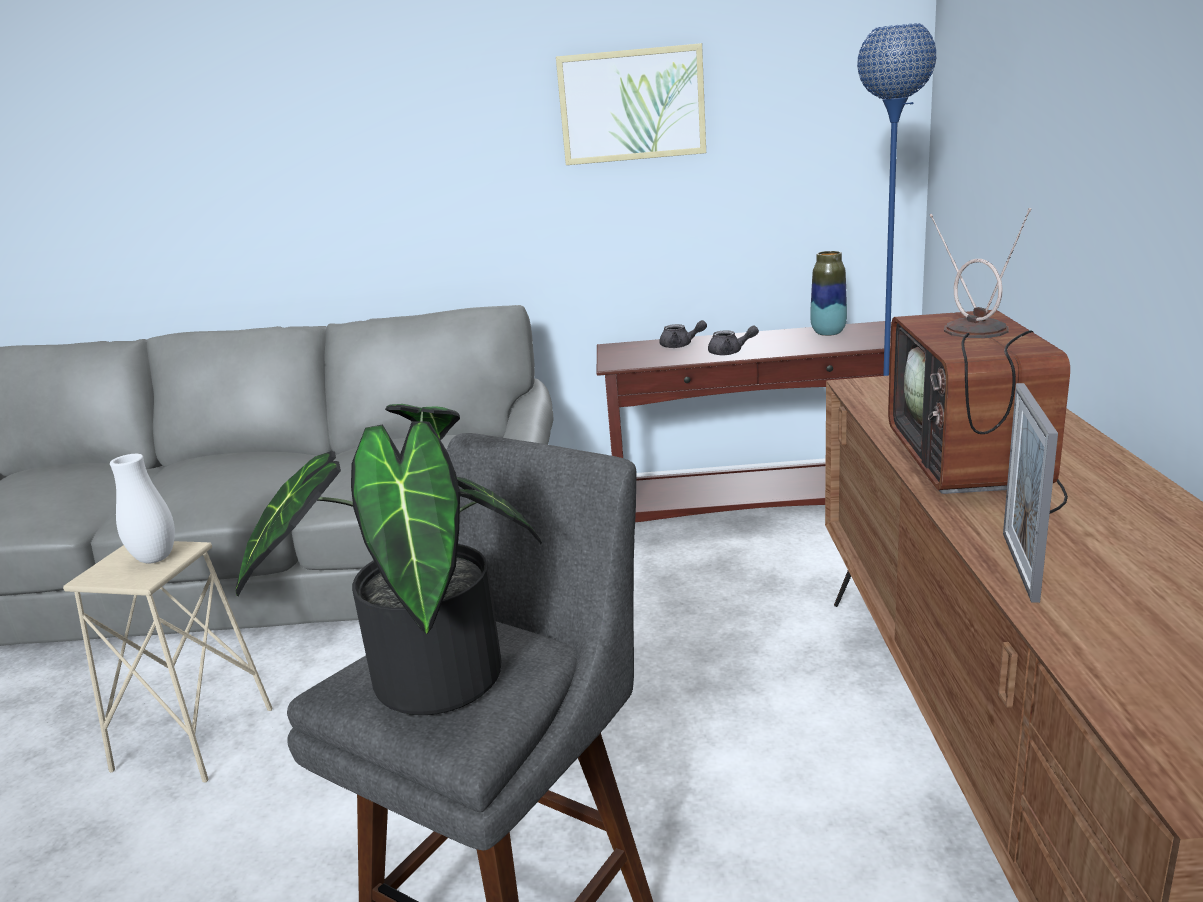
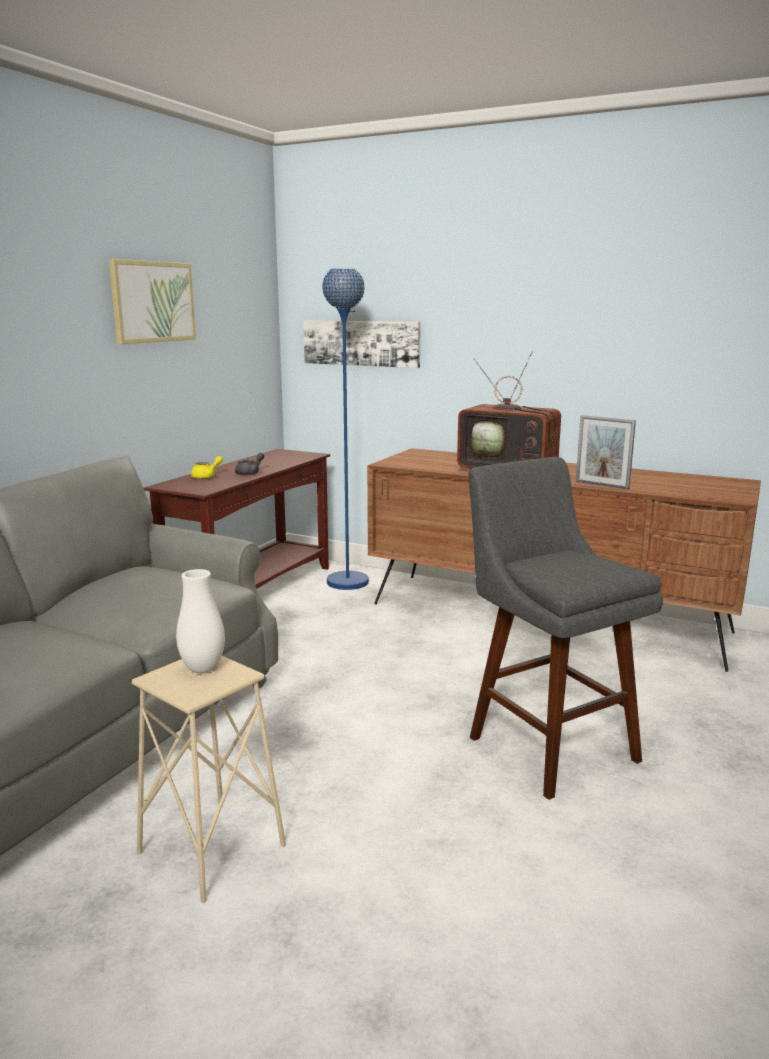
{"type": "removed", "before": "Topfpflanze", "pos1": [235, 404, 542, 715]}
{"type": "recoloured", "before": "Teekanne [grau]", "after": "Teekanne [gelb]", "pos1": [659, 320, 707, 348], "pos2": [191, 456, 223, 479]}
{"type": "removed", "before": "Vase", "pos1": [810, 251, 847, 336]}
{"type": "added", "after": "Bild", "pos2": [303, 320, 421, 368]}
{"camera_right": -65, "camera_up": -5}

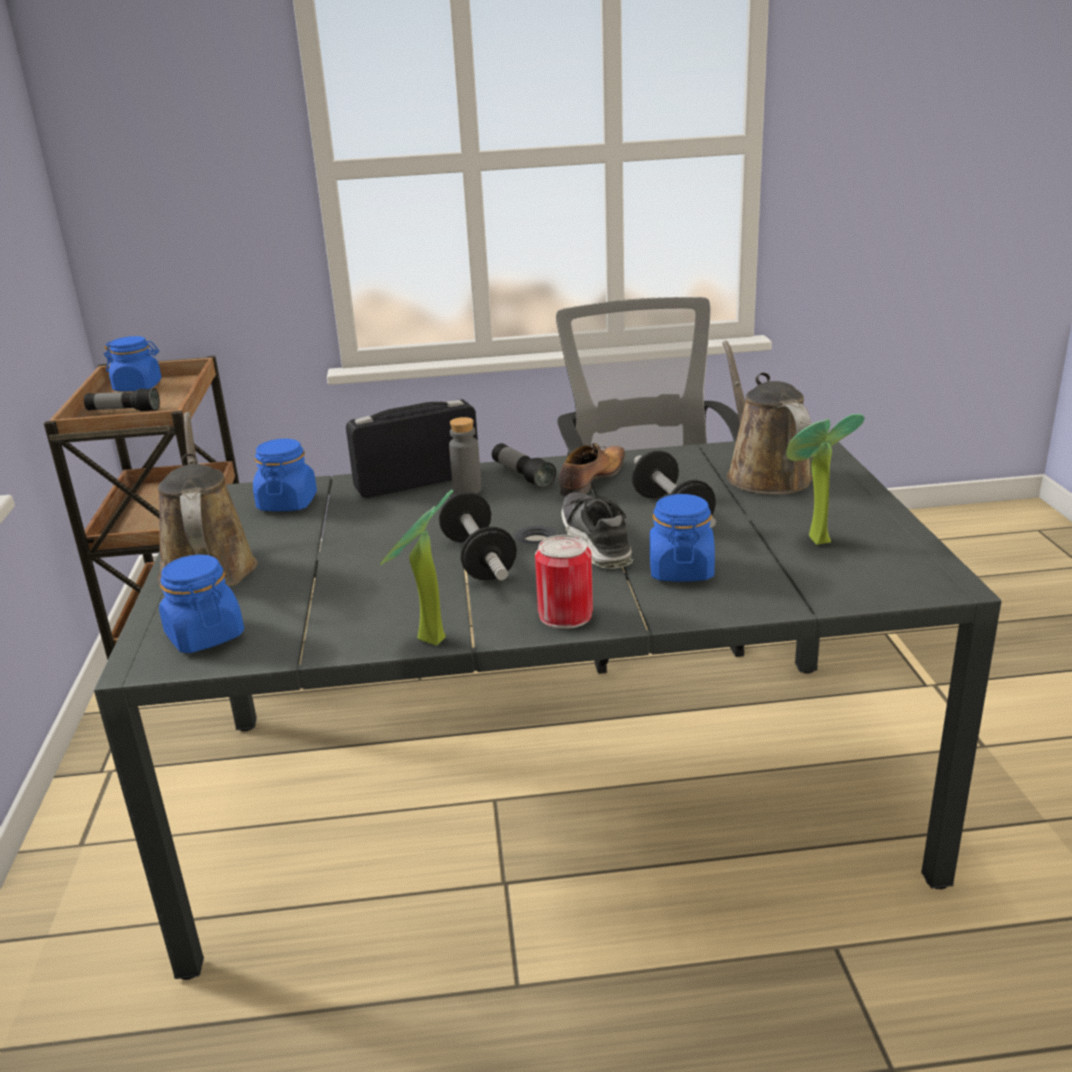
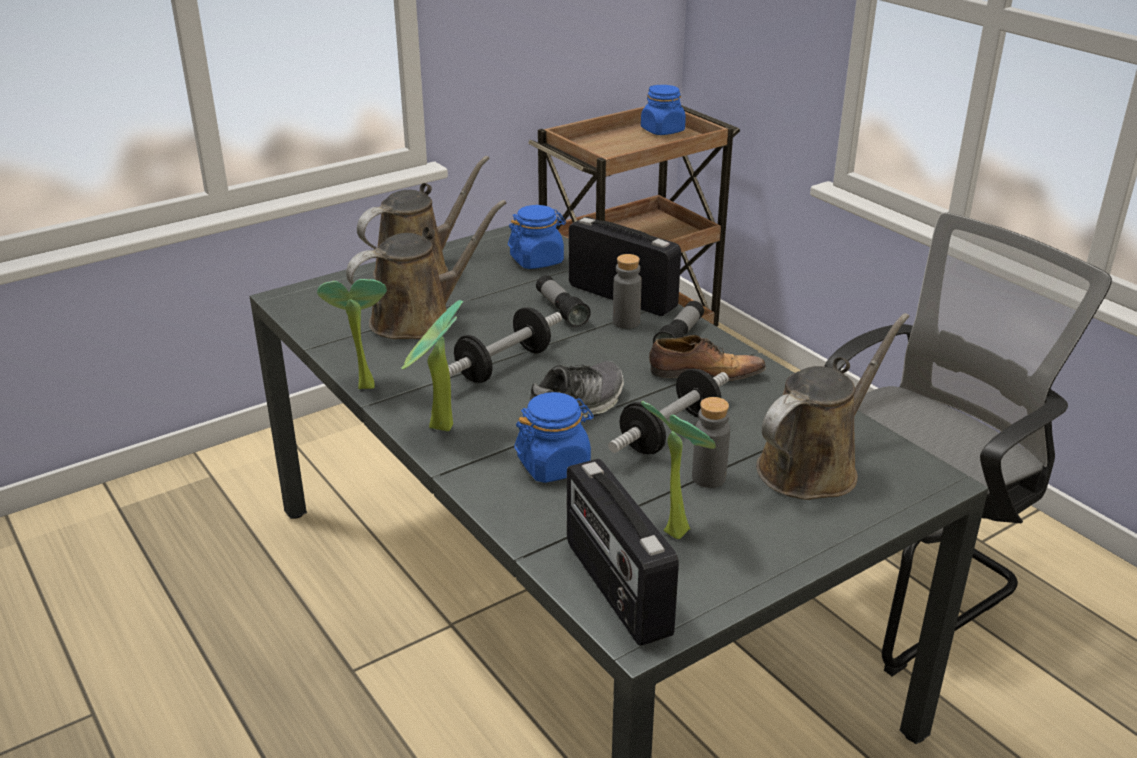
{"type": "moved", "before": "Taschenlampe", "pos1": [84, 388, 160, 411], "pos2": [536, 275, 591, 327]}
{"type": "removed", "before": "Vorratsglas [blau]", "pos1": [159, 555, 244, 653]}
{"type": "replaced", "before": "Dose", "after": "Topfpflanze", "pos1": [535, 535, 593, 629], "pos2": [401, 300, 463, 431]}
{"type": "added", "after": "Gießkanne [braun]", "pos2": [346, 200, 506, 339]}
{"type": "added", "after": "Radio", "pos2": [567, 459, 679, 646]}
{"type": "added", "after": "Flasche [grau]", "pos2": [692, 397, 730, 488]}
{"camera_right": 60, "camera_up": 5}

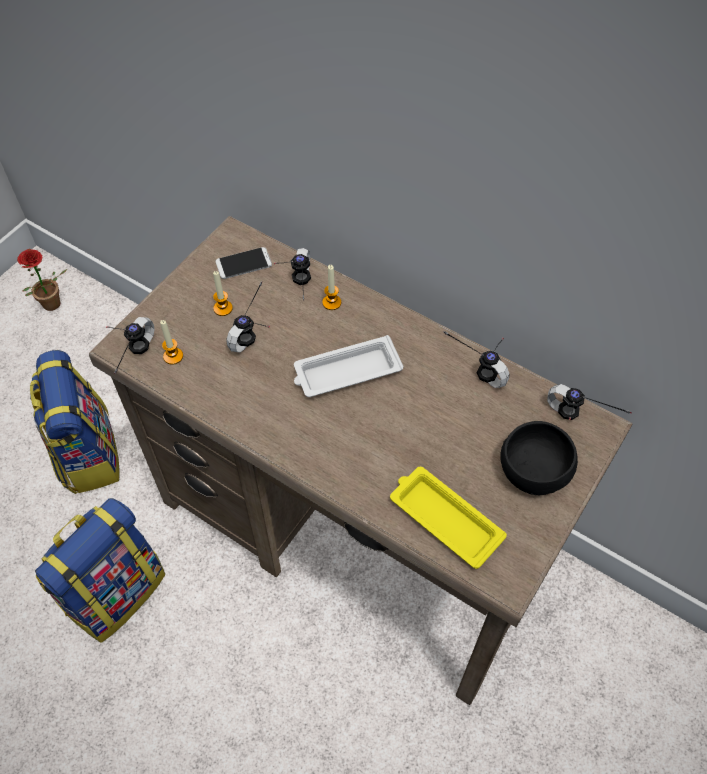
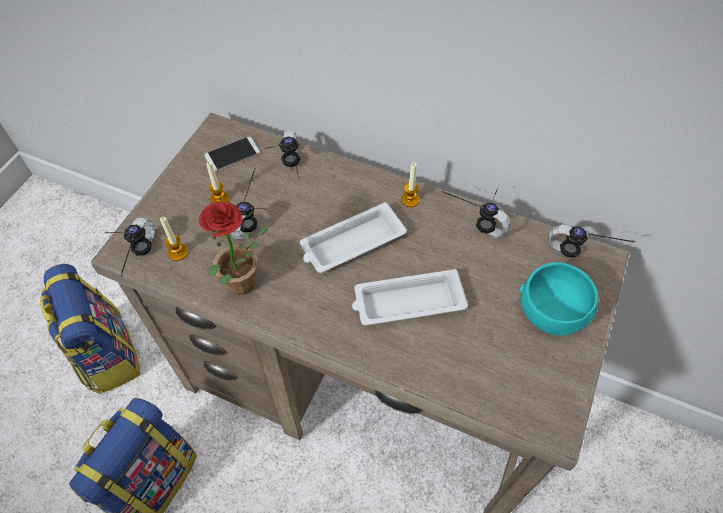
{"type": "moved", "before": "Topfpflanze", "pos1": [17, 249, 68, 311], "pos2": [199, 201, 270, 295]}
{"type": "moved", "before": "Kerze", "pos1": [322, 265, 341, 310], "pos2": [401, 162, 420, 207]}
{"type": "removed", "before": "Tablett [gelb]", "pos1": [390, 467, 507, 569]}
{"type": "recoloured", "before": "Schüssel [schwarz]", "after": "Schüssel [türkis]", "pos1": [500, 421, 578, 495], "pos2": [520, 262, 598, 336]}
{"type": "added", "after": "Tablett [weiß]", "pos2": [352, 269, 468, 326]}
{"camera_right": -10, "camera_up": 0}

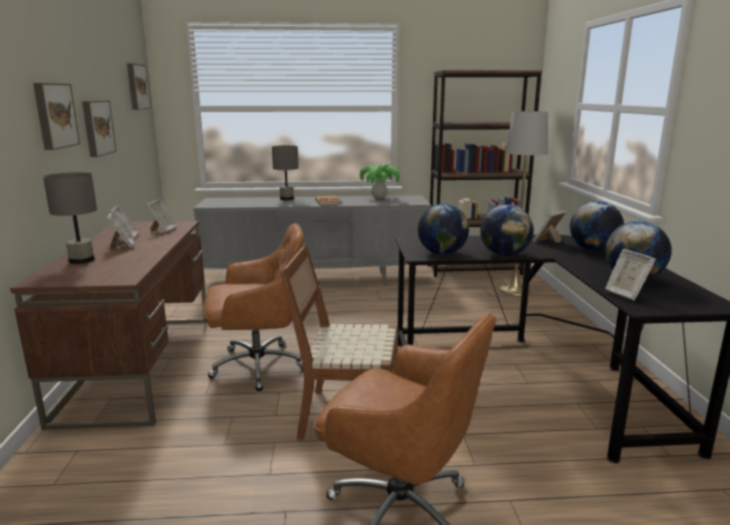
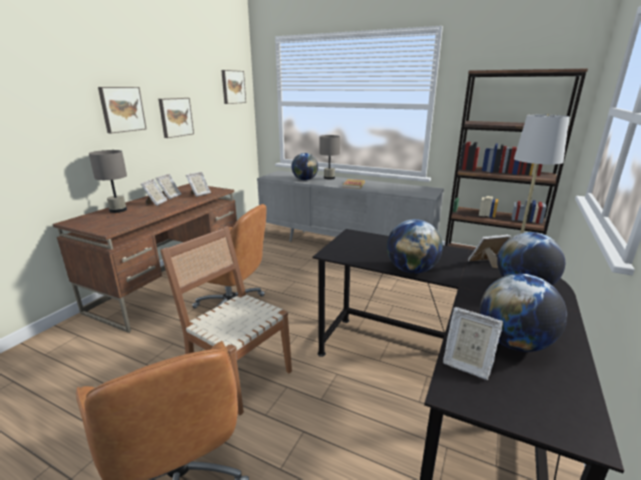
{"type": "removed", "before": "Topfpflanze", "pos1": [360, 164, 400, 199]}
{"type": "moved", "before": "Globus", "pos1": [418, 204, 469, 255], "pos2": [291, 153, 318, 180]}
{"type": "turned", "before": "Bilderrahmen", "pos1": [605, 249, 656, 301], "pos2": [443, 307, 503, 380], "turn": -60}
{"camera_right": 30, "camera_up": 5}

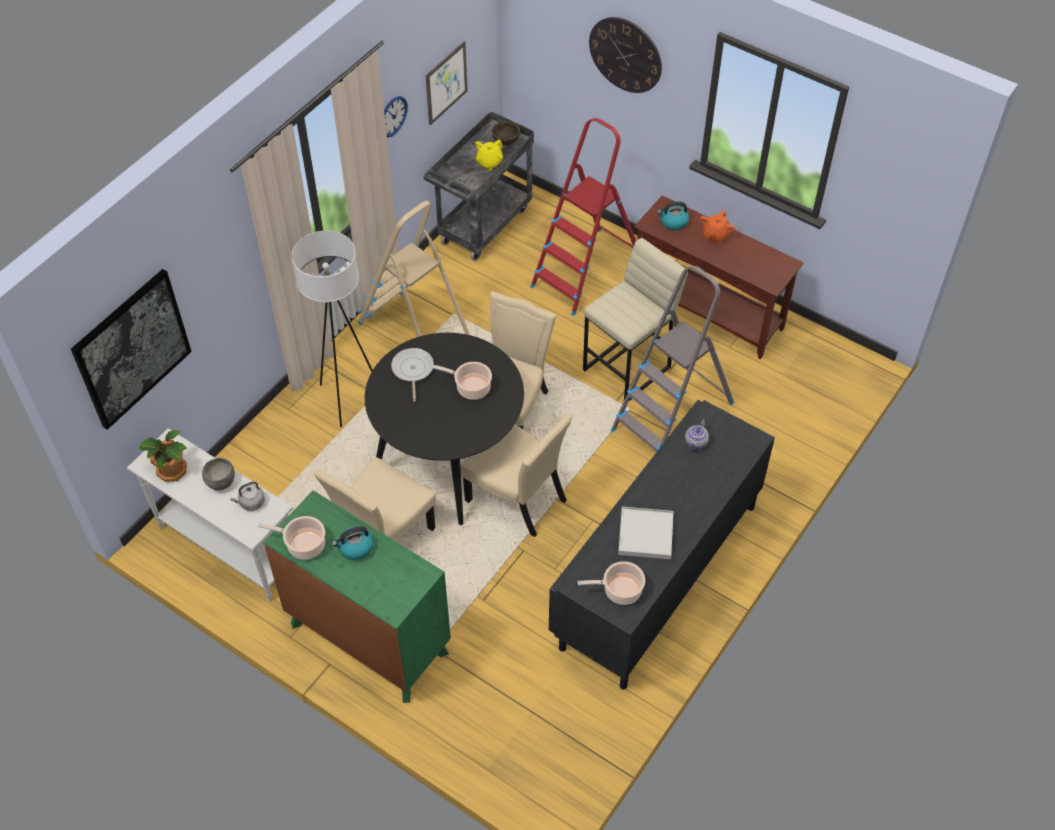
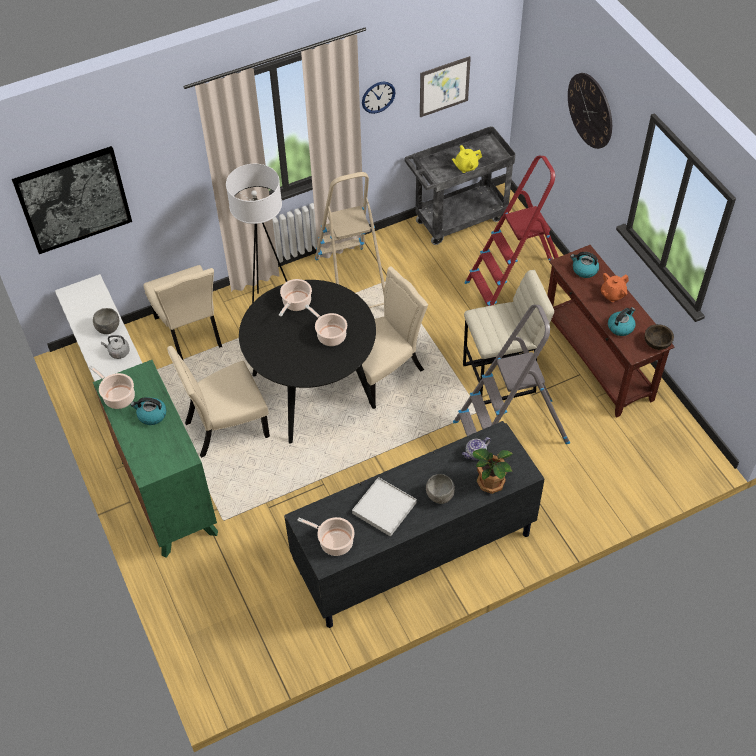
{"type": "moved", "before": "Topfpflanze", "pos1": [139, 430, 187, 482], "pos2": [472, 449, 513, 494]}
{"type": "replaced", "before": "Pfanne", "after": "Kochtopf", "pos1": [391, 348, 434, 402], "pos2": [279, 279, 312, 317]}
{"type": "moved", "before": "Stuhl [beige]", "pos1": [460, 413, 573, 537], "pos2": [143, 265, 222, 360]}
{"type": "moved", "before": "Schüssel [braun]", "pos1": [492, 121, 520, 145], "pos2": [645, 324, 674, 350]}
{"type": "added", "after": "Schüssel [grau]", "pos2": [426, 474, 455, 504]}
{"type": "added", "after": "Wasserkessel", "pos2": [608, 307, 635, 336]}
{"camera_right": 30, "camera_up": 0}

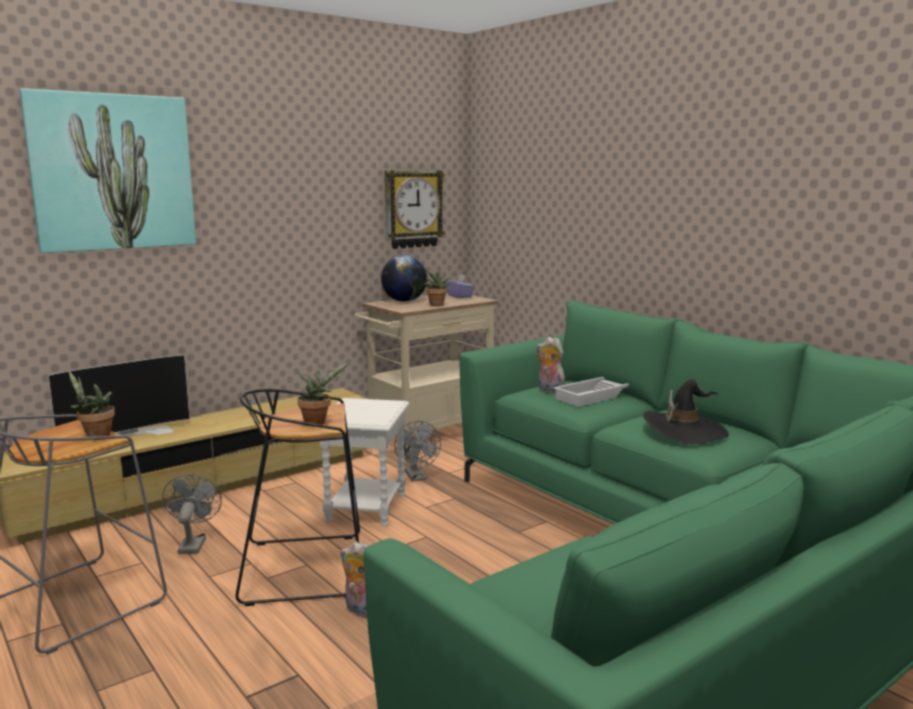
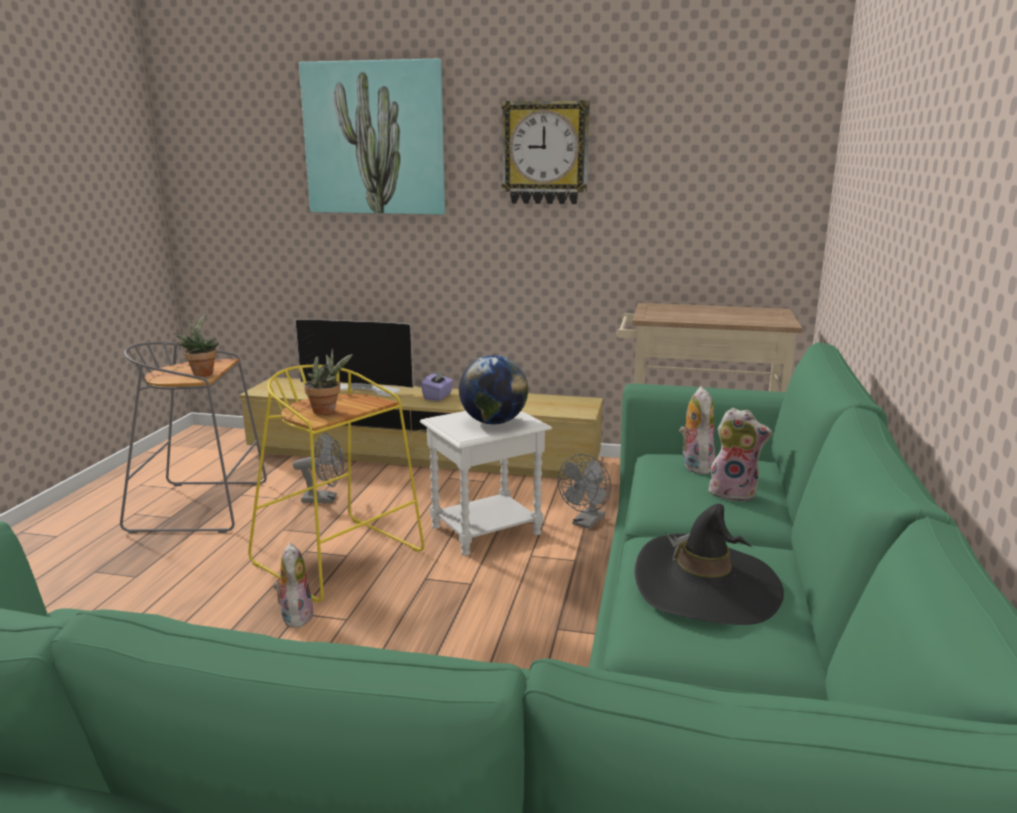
{"type": "turned", "before": "Ventilator [grau]", "pos1": [162, 474, 222, 554], "pos2": [293, 433, 344, 503], "turn": 45}
{"type": "recoloured", "before": "Hocker [schwarz]", "after": "Hocker [gelb]", "pos1": [235, 389, 360, 606], "pos2": [248, 365, 424, 603]}
{"type": "moved", "before": "Globus", "pos1": [381, 255, 427, 302], "pos2": [459, 355, 528, 424]}
{"type": "moved", "before": "Wanduhr", "pos1": [385, 171, 445, 249], "pos2": [502, 100, 590, 204]}
{"type": "removed", "before": "Topfpflanze", "pos1": [424, 267, 453, 306]}
{"type": "moved", "before": "Taschentuchbox [lila]", "pos1": [446, 274, 474, 298], "pos2": [421, 370, 454, 401]}
{"type": "replaced", "before": "Tablett [weiß]", "after": "Plüschtier", "pos1": [553, 377, 629, 407], "pos2": [709, 408, 772, 502]}
{"camera_right": 50, "camera_up": 5}

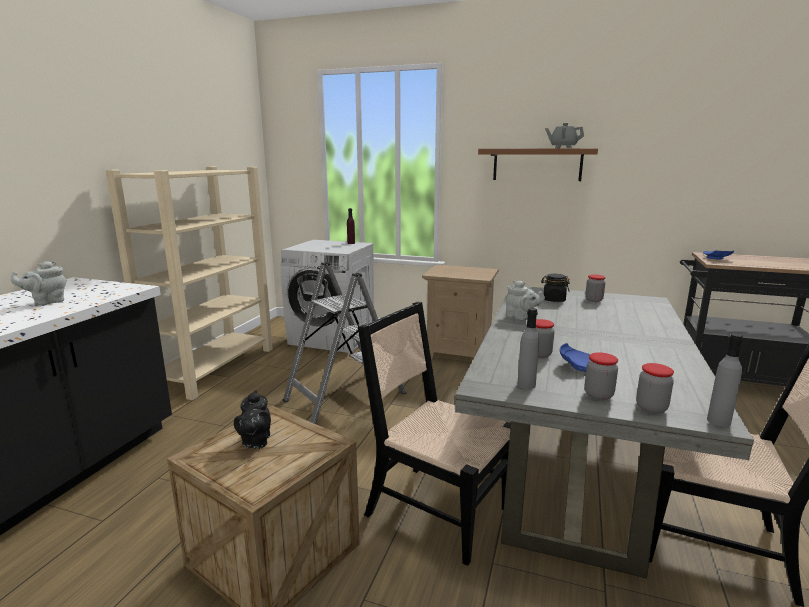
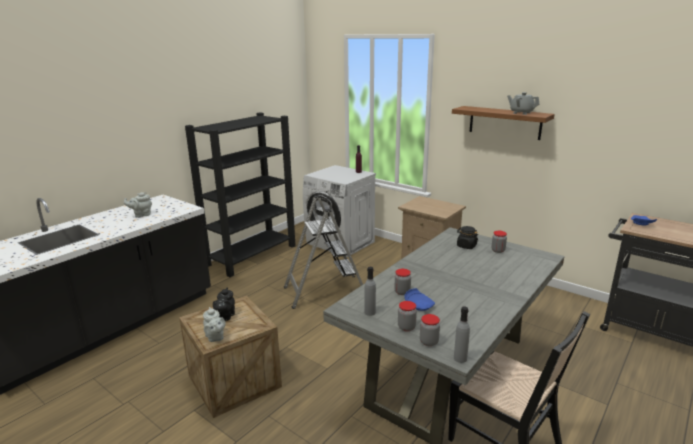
{"type": "recoloured", "before": "Bücherregal [beige]", "after": "Bücherregal [schwarz]", "pos1": [105, 166, 273, 400], "pos2": [185, 112, 296, 277]}
{"type": "removed", "before": "Stuhl", "pos1": [358, 302, 511, 566]}
{"type": "moved", "before": "Teekanne [grau]", "pos1": [506, 280, 545, 320], "pos2": [203, 307, 226, 342]}
{"camera_right": 20, "camera_up": 5}

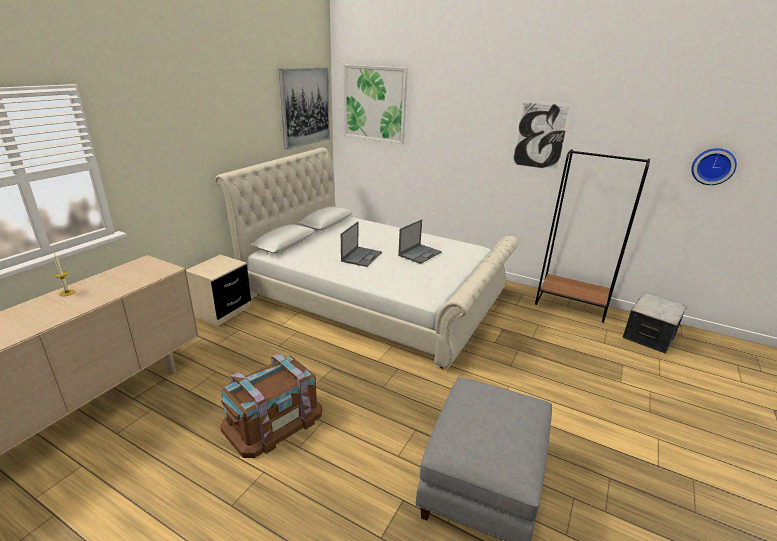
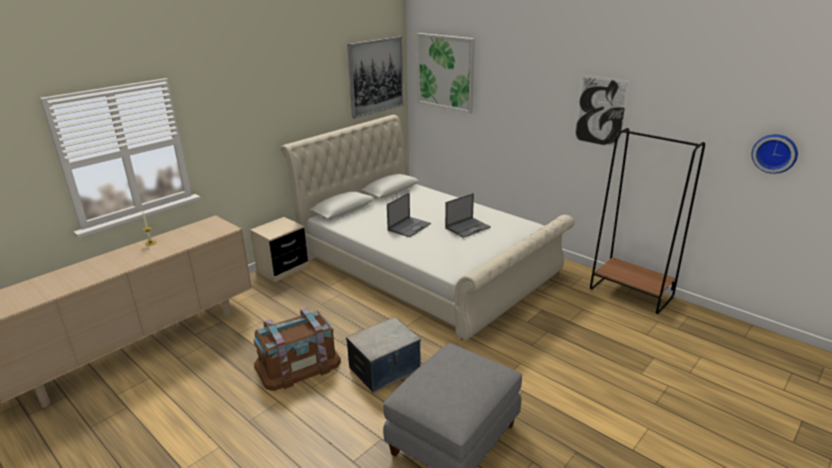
{"type": "moved", "before": "Aufbewahrungsbox", "pos1": [623, 292, 687, 354], "pos2": [346, 317, 421, 393]}
{"camera_right": 15, "camera_up": 0}

